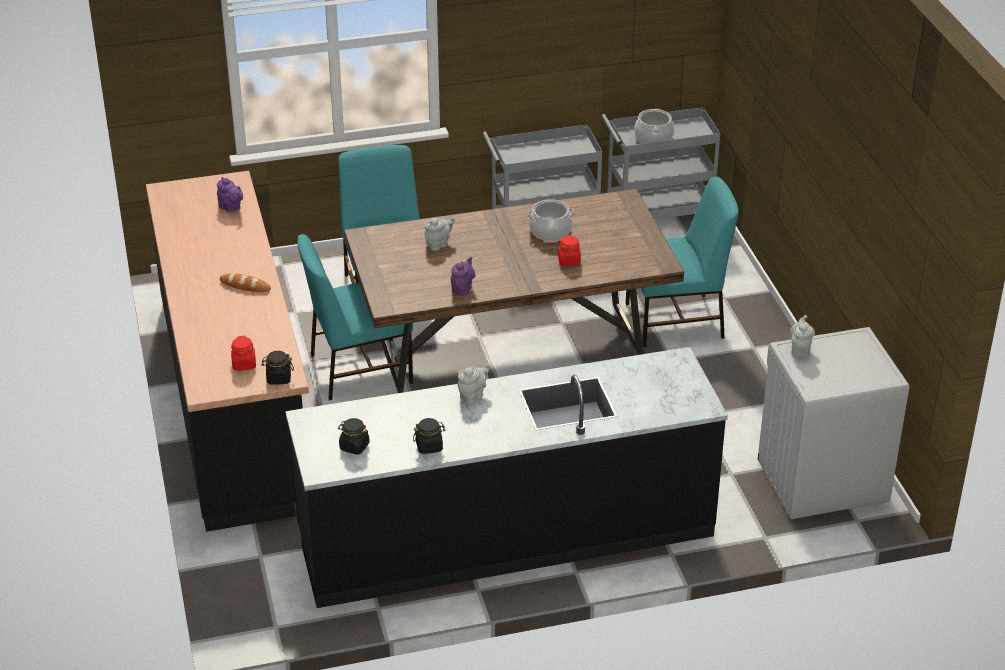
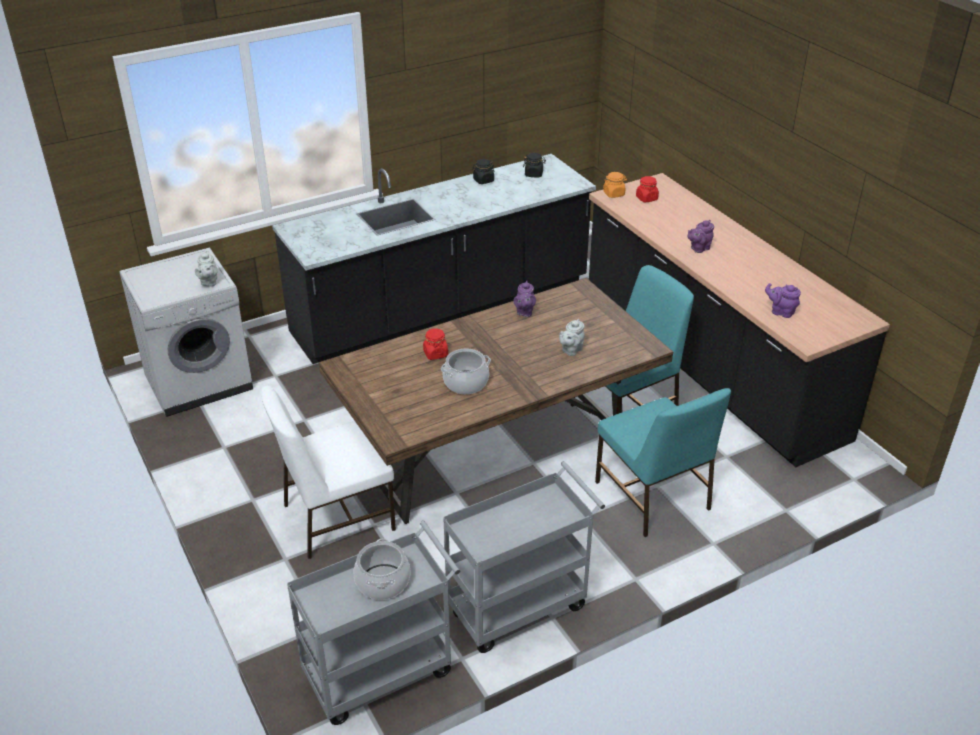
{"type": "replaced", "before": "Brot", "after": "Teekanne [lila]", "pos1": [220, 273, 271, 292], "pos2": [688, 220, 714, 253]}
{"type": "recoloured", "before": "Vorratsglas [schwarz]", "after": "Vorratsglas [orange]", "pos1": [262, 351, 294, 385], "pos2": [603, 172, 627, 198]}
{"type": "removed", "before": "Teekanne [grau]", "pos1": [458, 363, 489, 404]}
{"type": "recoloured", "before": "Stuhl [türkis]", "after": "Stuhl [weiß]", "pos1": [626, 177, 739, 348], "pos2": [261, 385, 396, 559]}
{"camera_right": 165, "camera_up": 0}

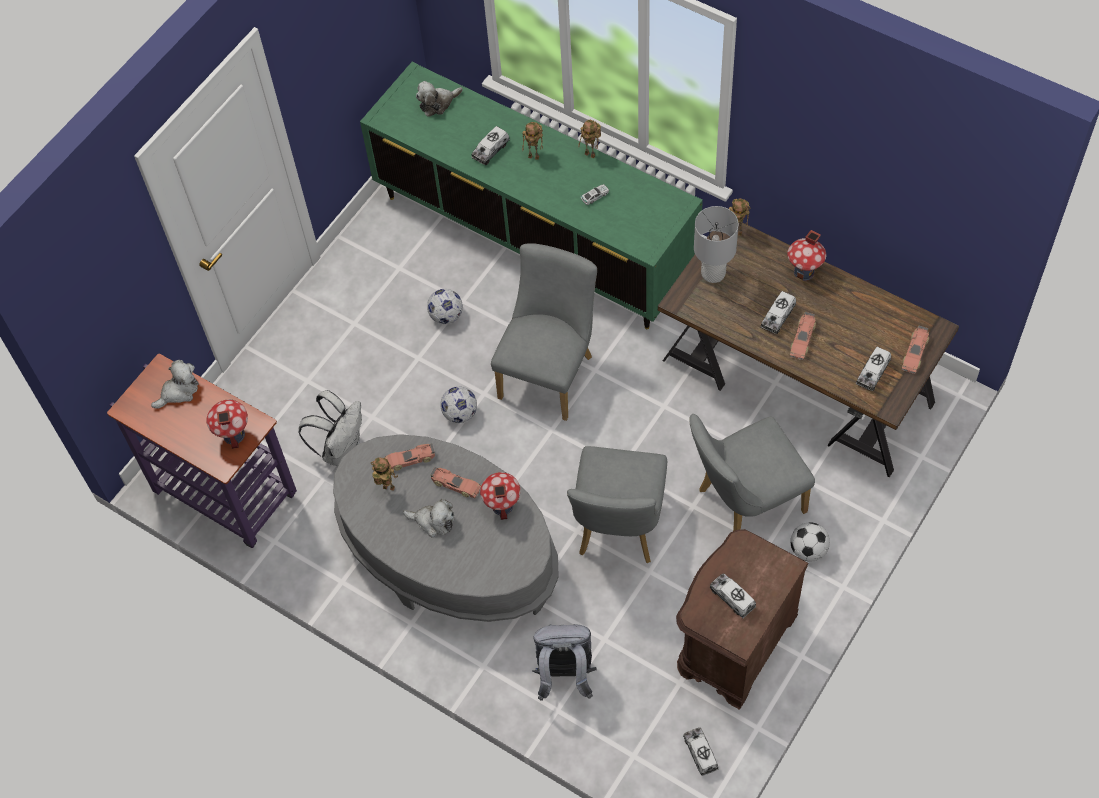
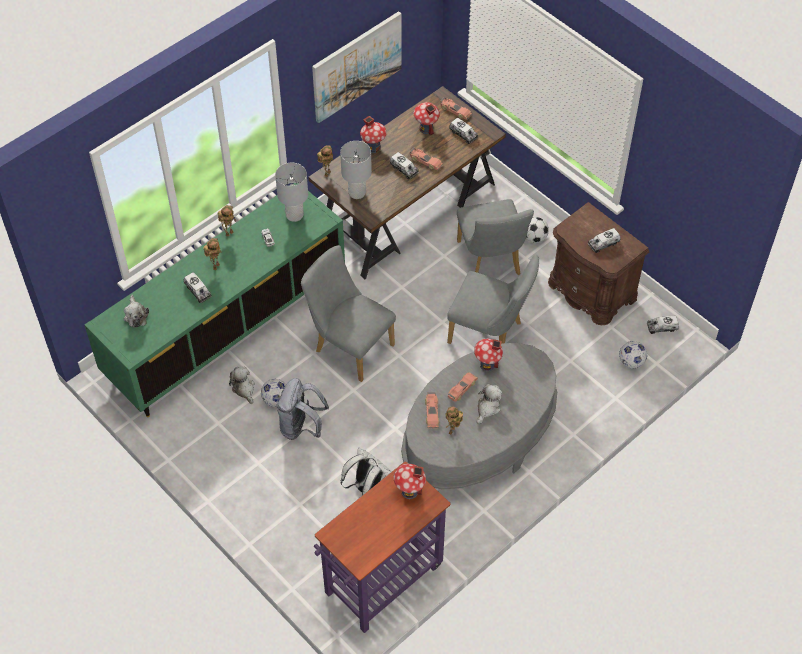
{"type": "moved", "before": "Plüschtier", "pos1": [151, 360, 199, 409], "pos2": [229, 367, 254, 404]}
{"type": "moved", "before": "Fußball", "pos1": [440, 386, 477, 423], "pos2": [619, 341, 647, 369]}
{"type": "moved", "before": "Rucksack [grau]", "pos1": [532, 624, 596, 701], "pos2": [276, 378, 329, 440]}
{"type": "added", "after": "Tischlampe [grau]", "pos2": [275, 163, 308, 222]}
{"type": "added", "after": "Bild", "pos2": [312, 12, 402, 123]}
{"type": "added", "after": "Spielzeughaus", "pos2": [414, 102, 440, 136]}
{"camera_right": -80, "camera_up": -5}

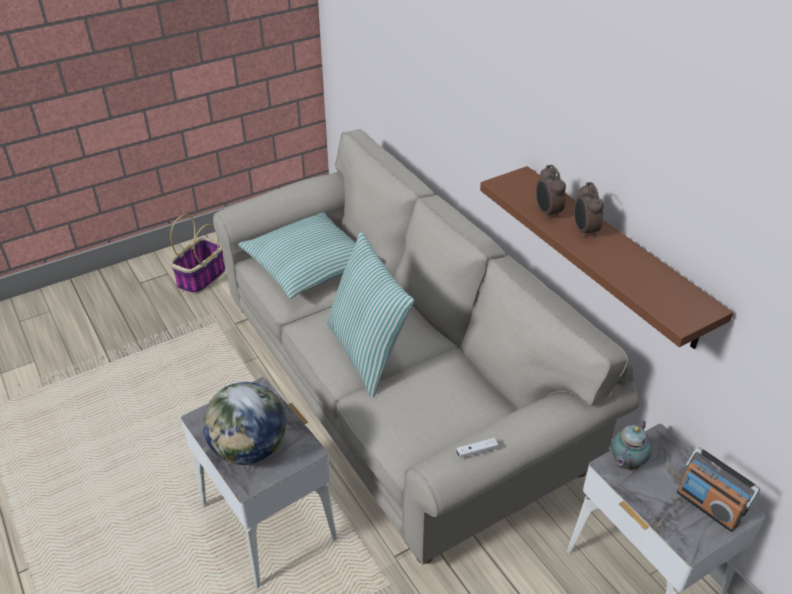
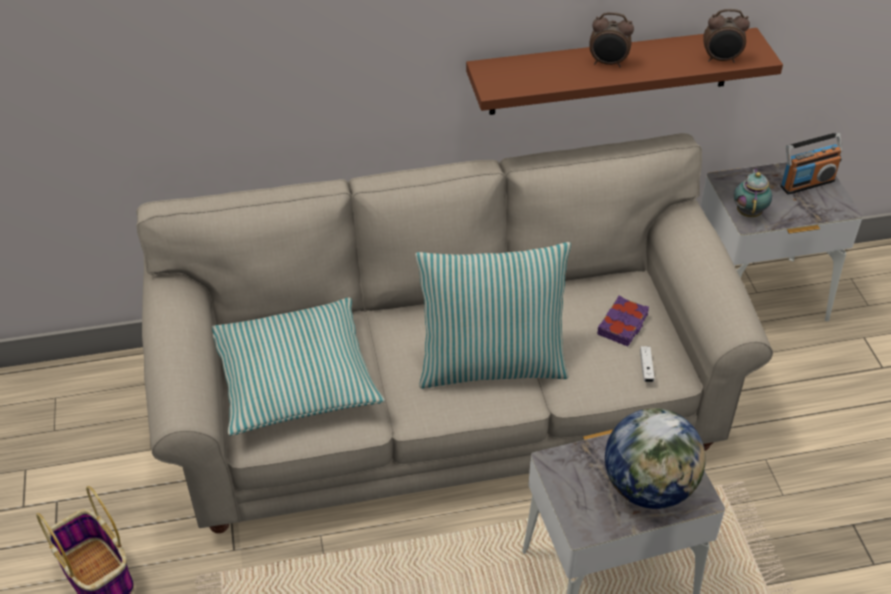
{"type": "moved", "before": "Gamepad [weiß]", "pos1": [456, 438, 498, 458], "pos2": [640, 346, 655, 382]}
{"type": "moved", "before": "Wecker", "pos1": [536, 165, 566, 220], "pos2": [704, 9, 750, 63]}
{"type": "turned", "before": "Teekanne", "pos1": [611, 421, 652, 470], "pos2": [734, 168, 772, 217], "turn": -135}
{"type": "added", "after": "Buch [lila]", "pos2": [597, 295, 649, 346]}
{"camera_right": -70, "camera_up": 5}

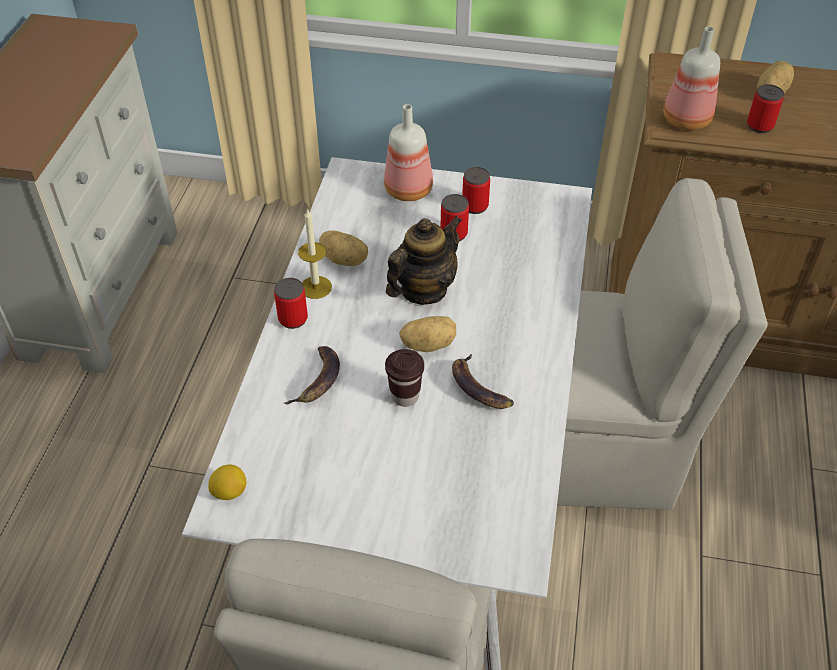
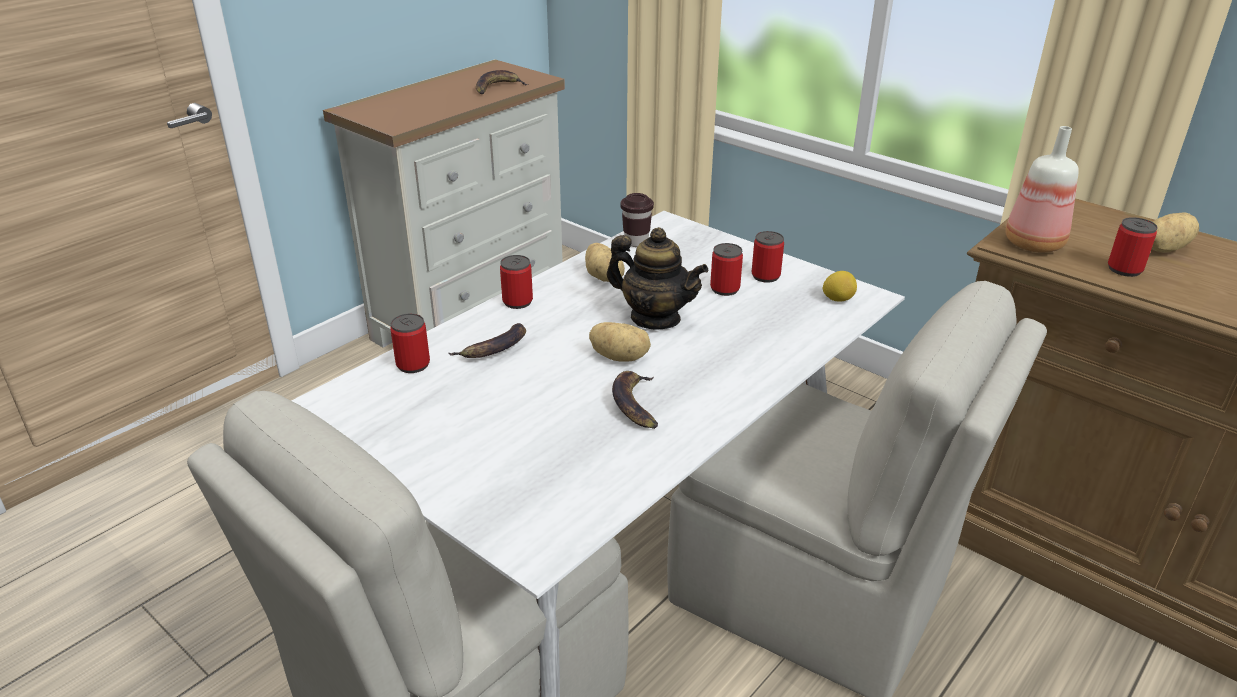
{"type": "moved", "before": "Zitrone", "pos1": [208, 464, 246, 500], "pos2": [823, 271, 857, 302]}
{"type": "removed", "before": "Kerze", "pos1": [298, 208, 332, 299]}
{"type": "removed", "before": "Flasche", "pos1": [384, 104, 433, 201]}
{"type": "moved", "before": "Tasse [braun]", "pos1": [385, 349, 424, 407], "pos2": [620, 193, 654, 247]}
{"type": "turned", "before": "Teekanne", "pos1": [386, 216, 462, 305], "pos2": [607, 227, 709, 330], "turn": 45}
{"type": "added", "after": "Dose", "pos2": [390, 313, 430, 373]}
{"type": "added", "after": "Banane", "pos2": [476, 70, 528, 94]}
{"camera_right": 30, "camera_up": -15}

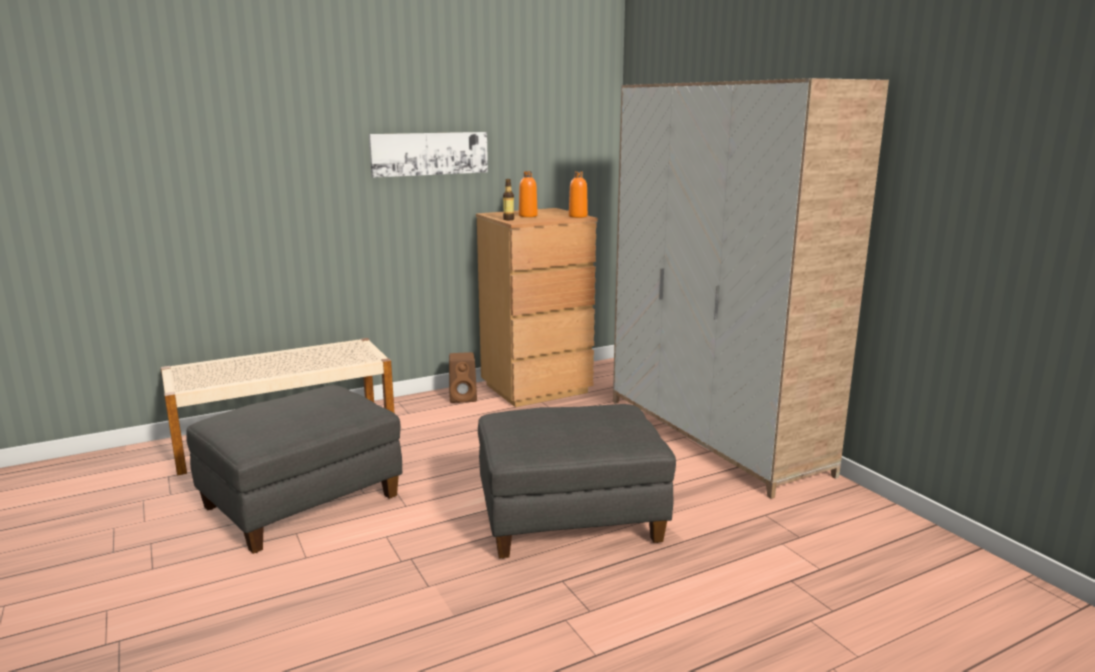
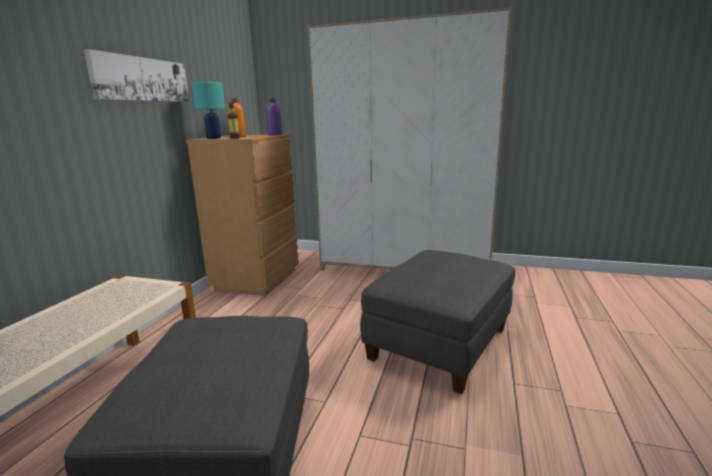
{"type": "removed", "before": "Lautsprecher [braun]", "pos1": [449, 352, 477, 403]}
{"type": "recoloured", "before": "Flasche [orange]", "after": "Flasche [lila]", "pos1": [569, 171, 588, 218], "pos2": [266, 98, 283, 135]}
{"type": "added", "after": "Tischlampe [türkis]", "pos2": [192, 82, 225, 139]}
{"camera_right": -45, "camera_up": 0}

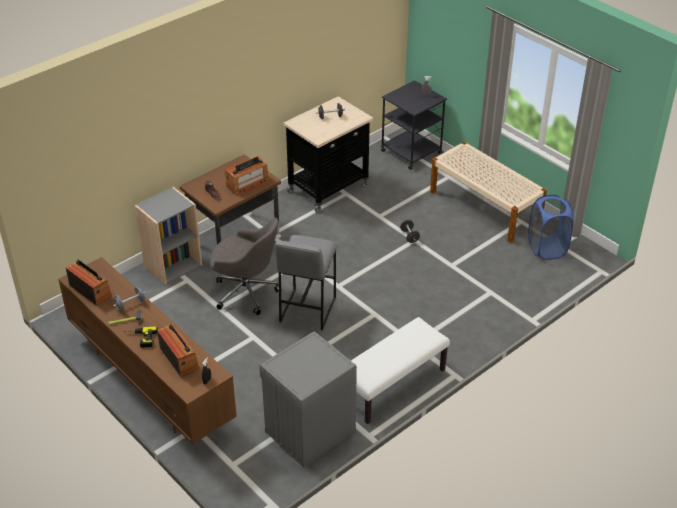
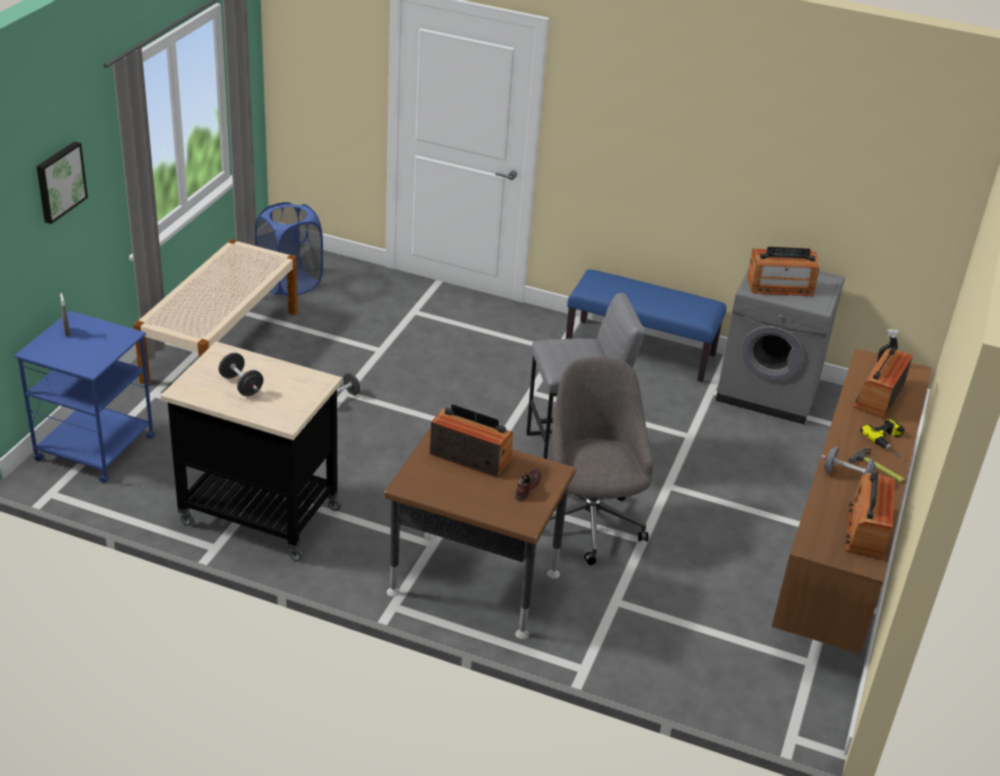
{"type": "removed", "before": "Bücherregal [grau]", "pos1": [134, 187, 202, 285]}
{"type": "recoloured", "before": "Bank [weiß]", "after": "Bank [blau]", "pos1": [351, 317, 450, 424], "pos2": [566, 269, 726, 382]}
{"type": "recoloured", "before": "Rollwagen [schwarz]", "after": "Rollwagen [blau]", "pos1": [381, 80, 447, 170], "pos2": [14, 311, 155, 483]}
{"type": "added", "after": "Bild", "pos2": [37, 141, 88, 224]}
{"type": "added", "after": "Radio", "pos2": [747, 247, 820, 296]}
{"camera_right": -120, "camera_up": -5}

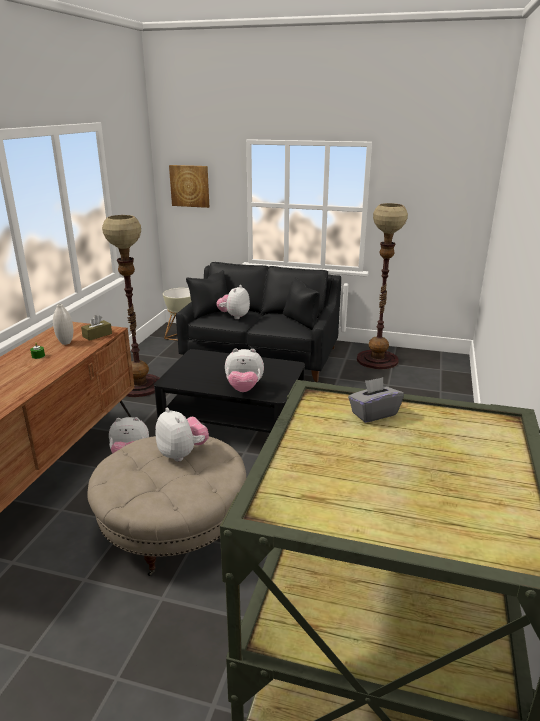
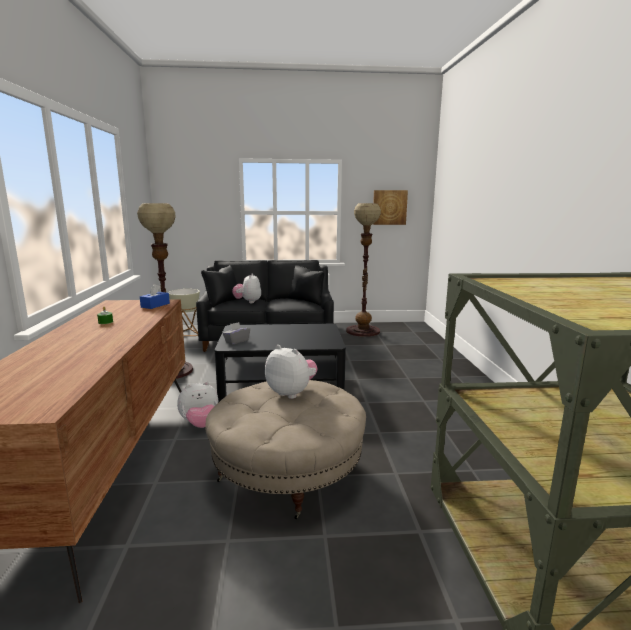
{"type": "removed", "before": "Vase [weiß]", "pos1": [53, 304, 73, 345]}
{"type": "recoloured", "before": "Taschentuchbox [braun]", "after": "Taschentuchbox [blau]", "pos1": [81, 315, 112, 341], "pos2": [140, 284, 170, 309]}
{"type": "moved", "before": "Bild", "pos1": [169, 165, 209, 208], "pos2": [373, 190, 408, 225]}
{"type": "removed", "before": "Plüschtier", "pos1": [225, 348, 264, 392]}
{"type": "moved", "before": "Taschentuchbox [grau]", "pos1": [348, 377, 404, 423], "pos2": [223, 322, 250, 345]}
{"camera_right": -20, "camera_up": -10}

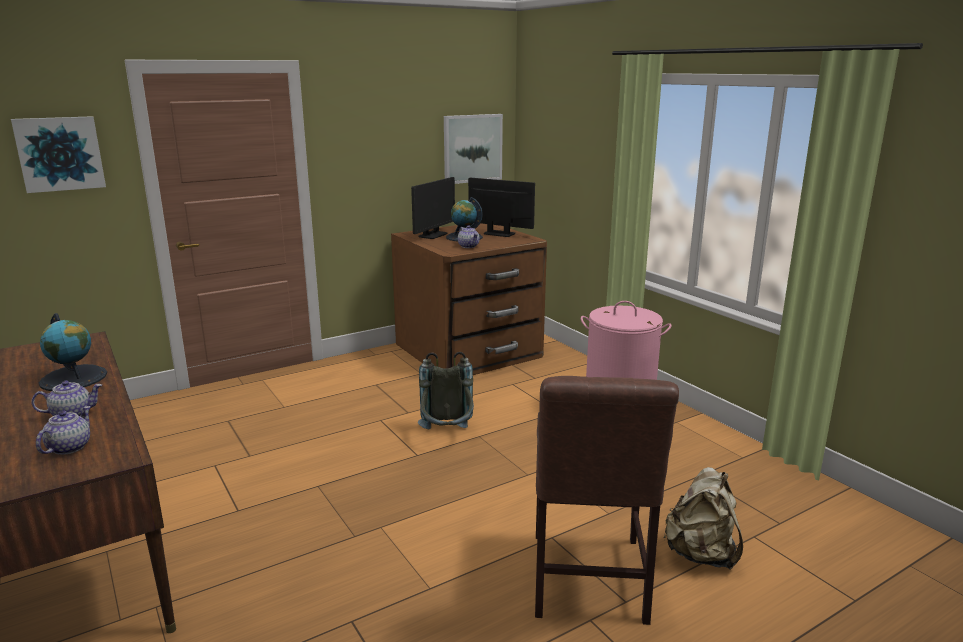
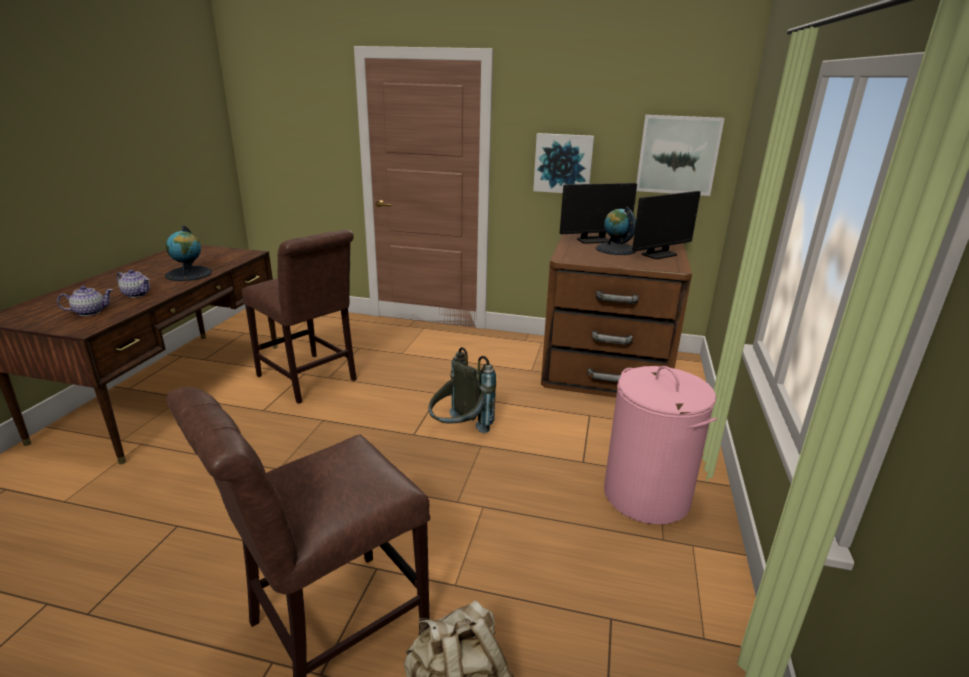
{"type": "moved", "before": "Bild", "pos1": [11, 116, 106, 193], "pos2": [533, 133, 594, 193]}
{"type": "removed", "before": "Teekanne", "pos1": [458, 225, 480, 248]}
{"type": "turned", "before": "Monitor", "pos1": [468, 178, 535, 237], "pos2": [632, 191, 701, 259], "turn": 75}
{"type": "added", "after": "Stuhl [braun]", "pos2": [242, 230, 357, 404]}
{"camera_right": 45, "camera_up": 5}

